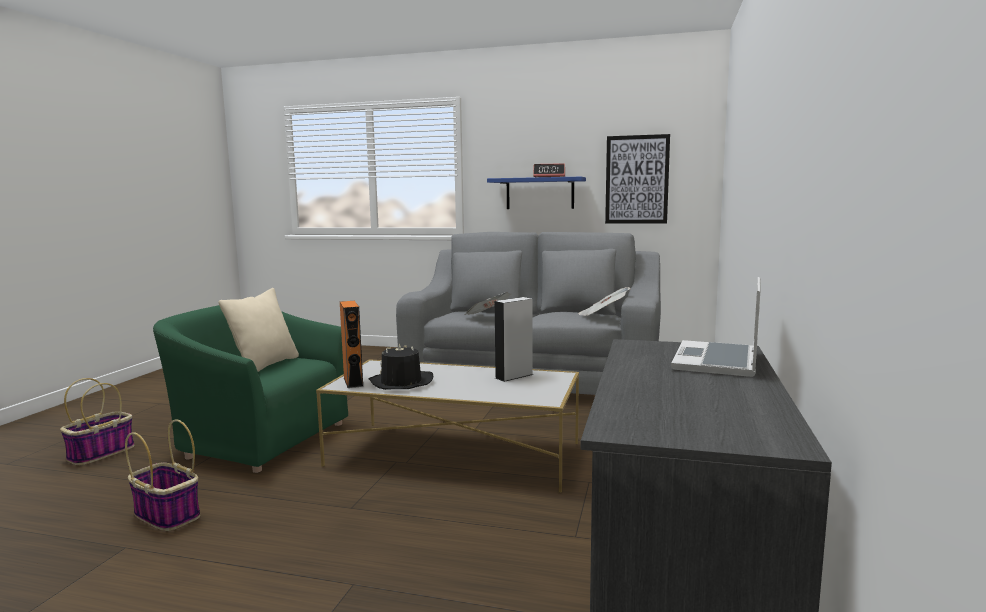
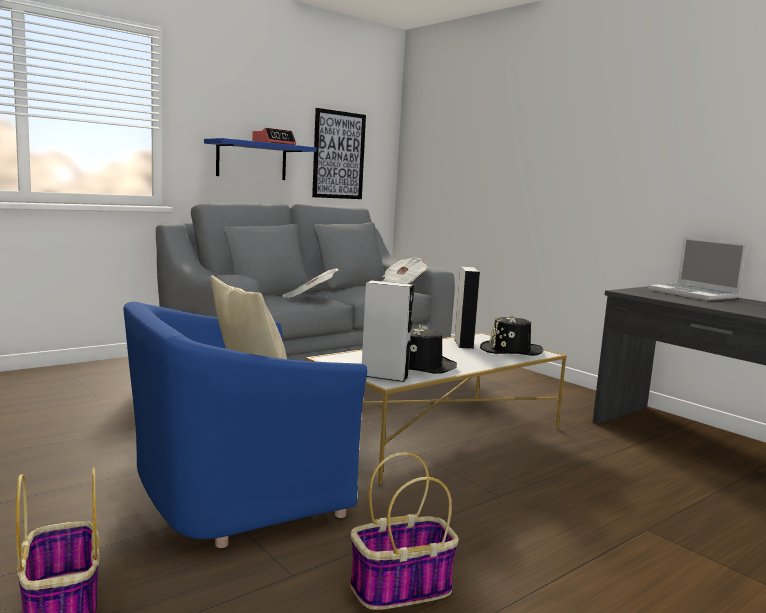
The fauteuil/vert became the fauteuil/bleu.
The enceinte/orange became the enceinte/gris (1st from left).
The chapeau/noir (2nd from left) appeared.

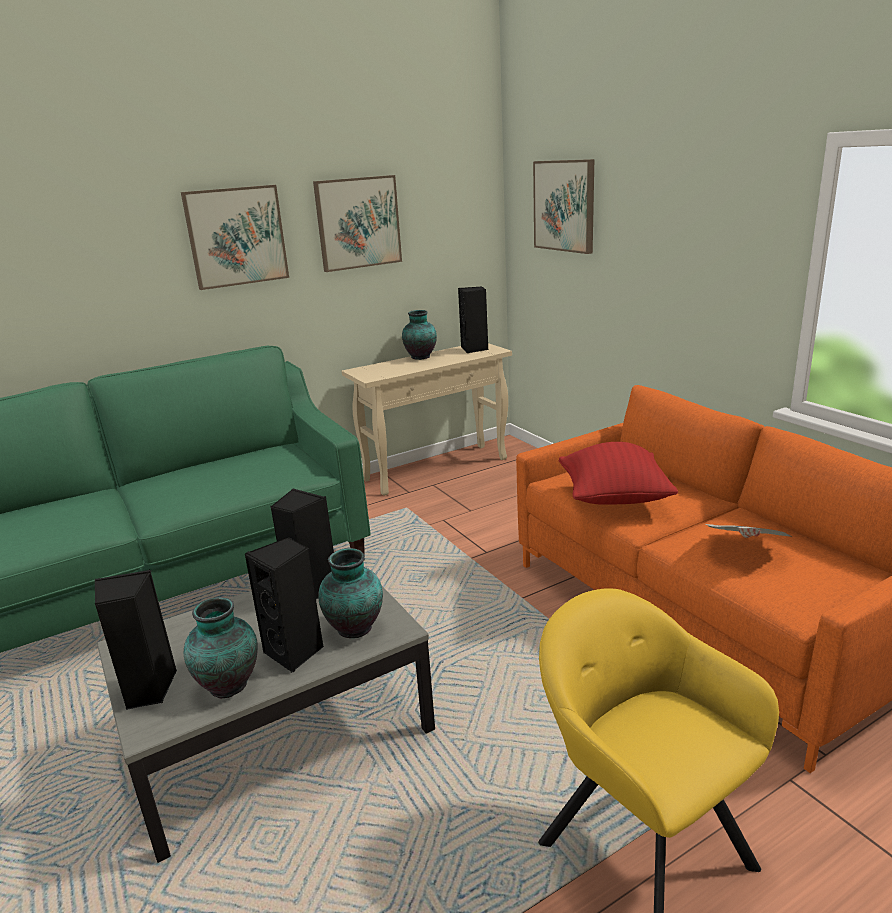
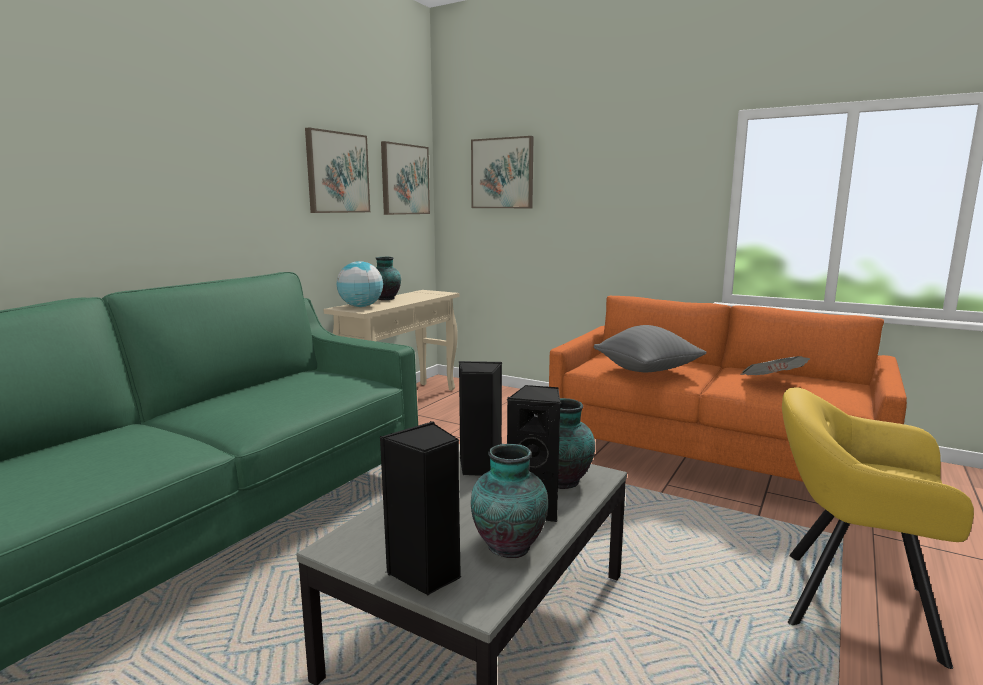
The tableau (1st from left in the first image) moved.
The enceinte/noir (4th from left) disappeared.
The coussin/rouge became the coussin/gris.
The globe appeared.

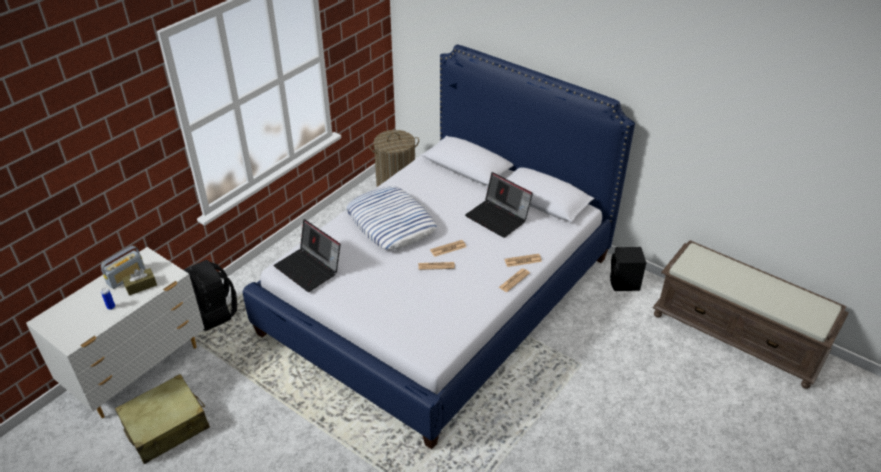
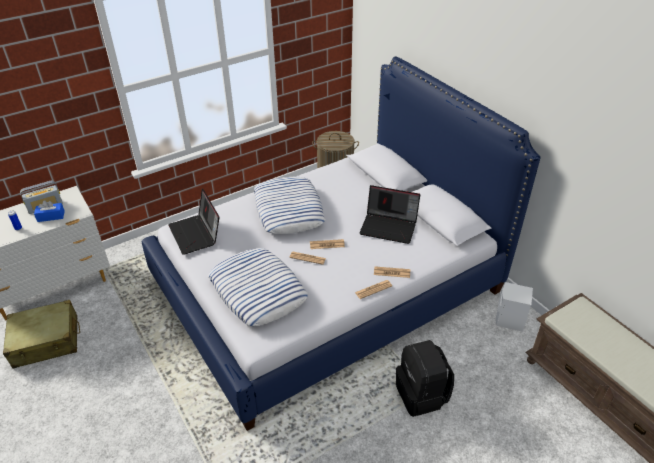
The boîte à mouchoirs/marron became the boîte à mouchoirs/bleu.
The sac à dos/noir moved.
The ordinateur portable (2nd from left) turned 45 degrees counterclockwise.
The enceinte/noir became the enceinte/blanc.
The coussin (1st from left) appeared.

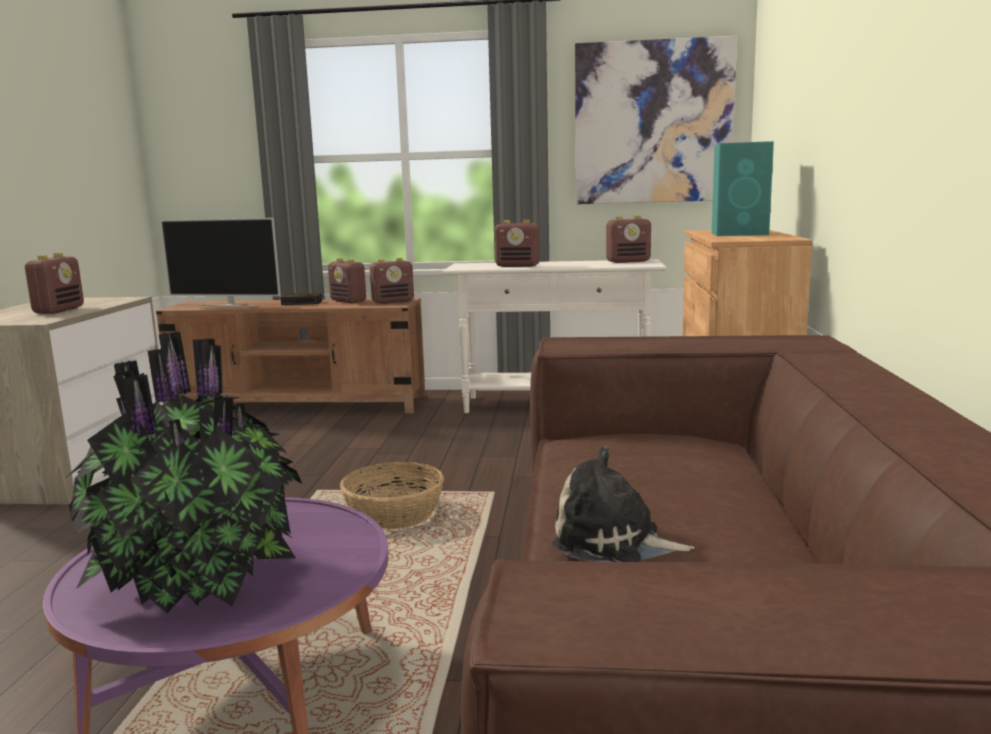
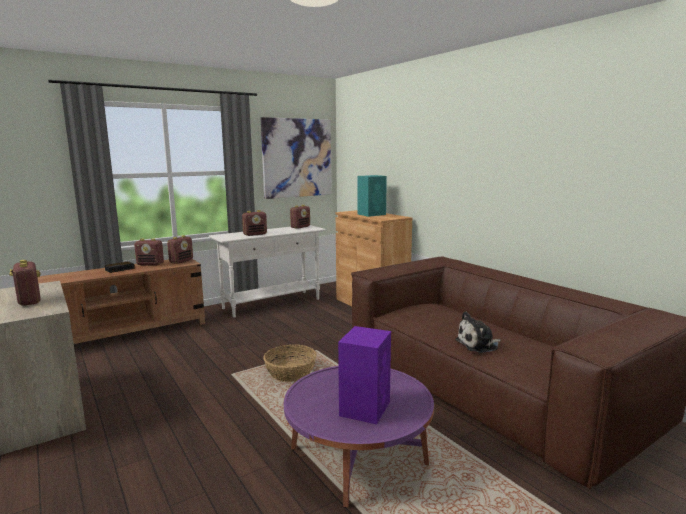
The plante en pot was replaced by the enceinte/violet.
The téléviseur disappeared.

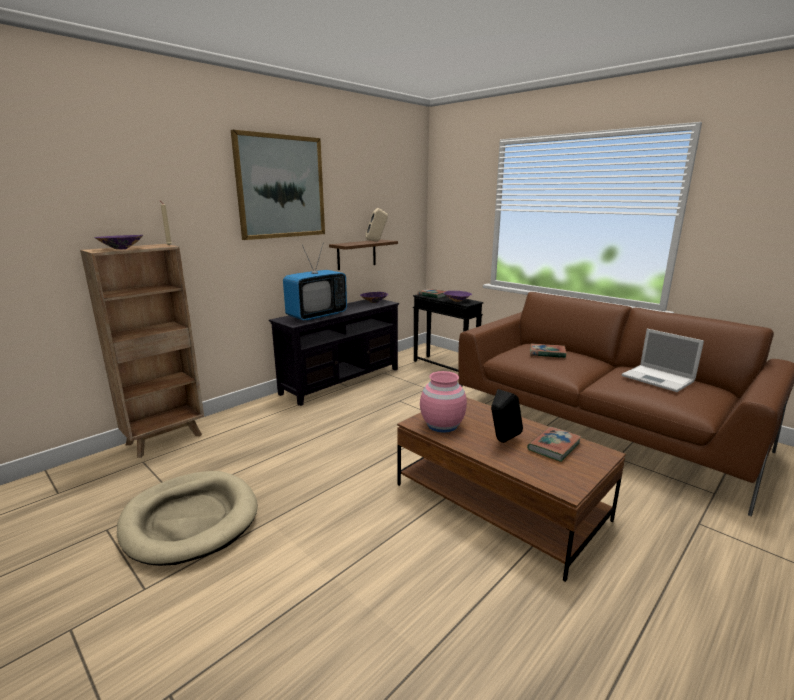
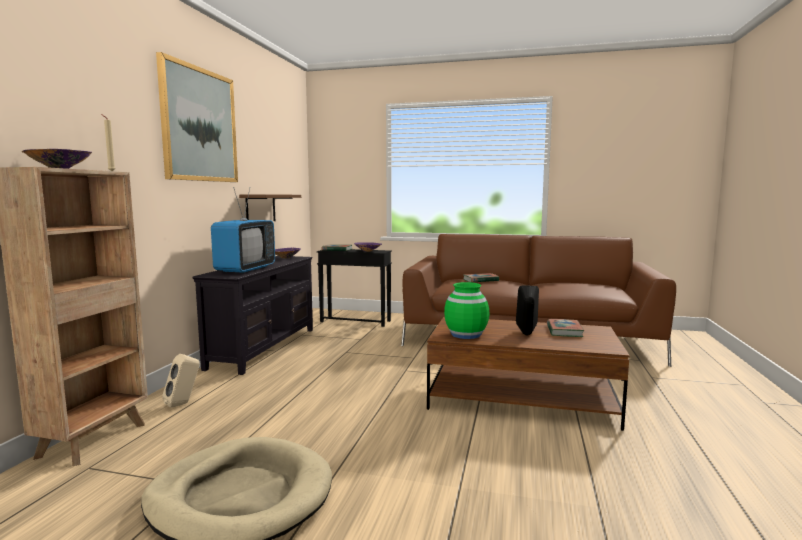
The enceinte/beige moved.
The vase/rose became the vase/vert.
The ordinateur portable disappeared.

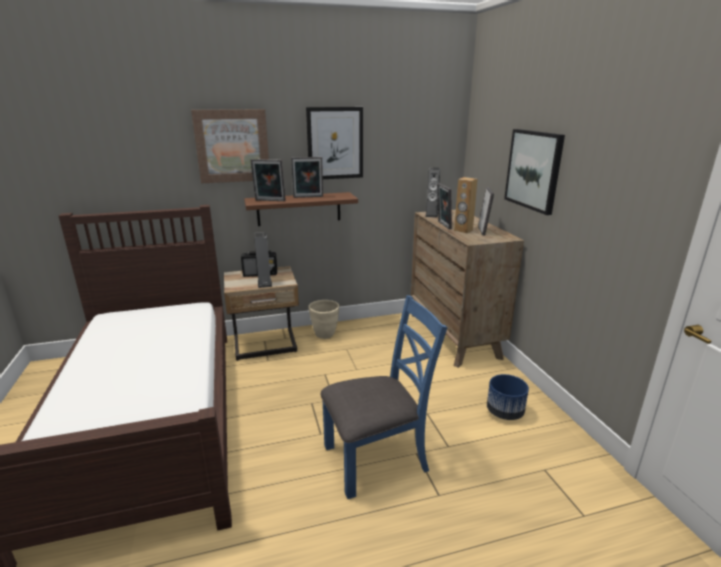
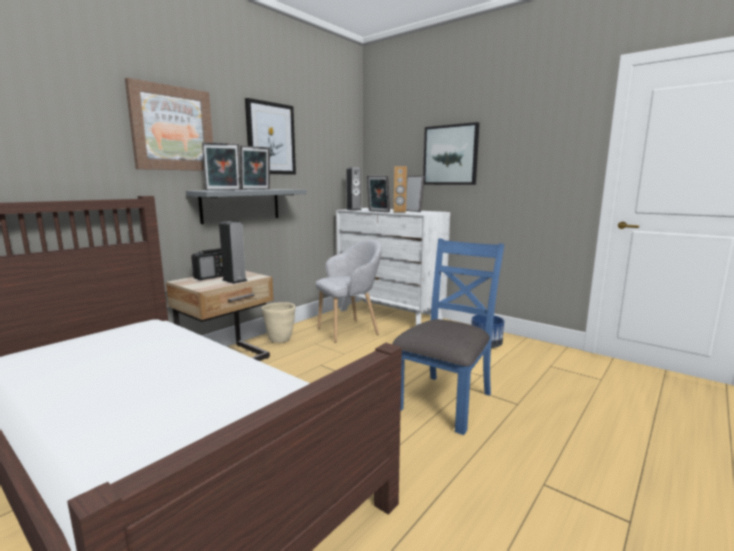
The étagère/marron became the étagère/gris.
The commode/marron became the commode/blanc.
The fauteuil/gris appeared.

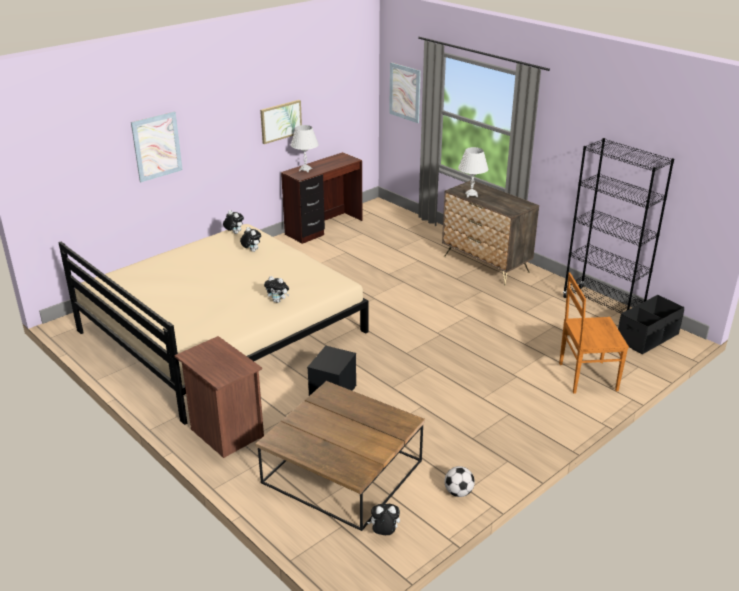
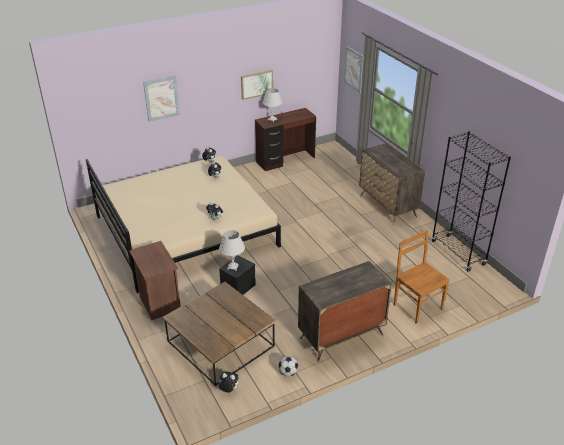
The lampe de table/blanc (2nd from left in the first image) moved.
The chaise/marron turned 45 degrees clockwise.
The boîte de rangement/noir (2nd from left) disappeared.
The commode (1st from left) appeared.

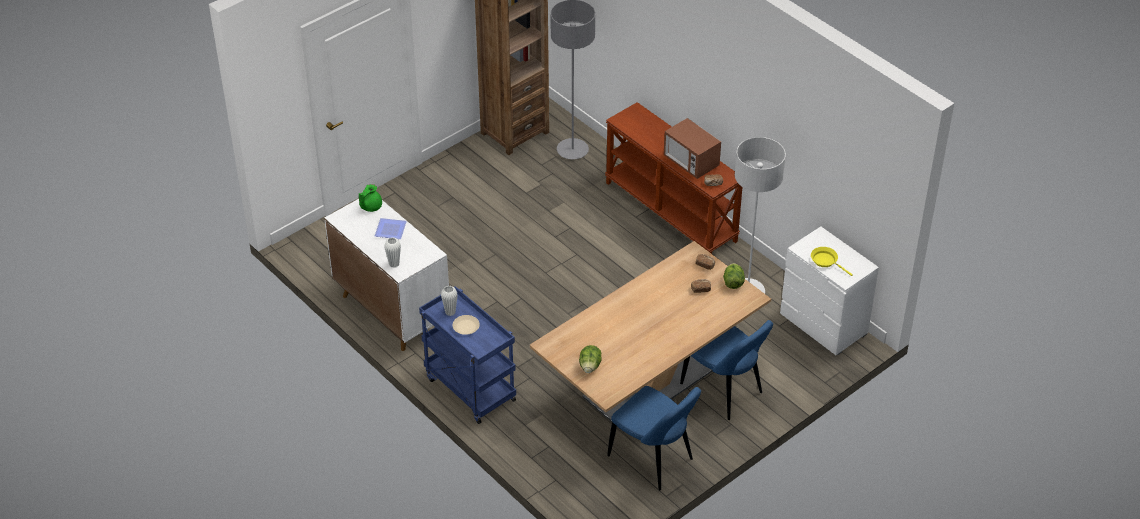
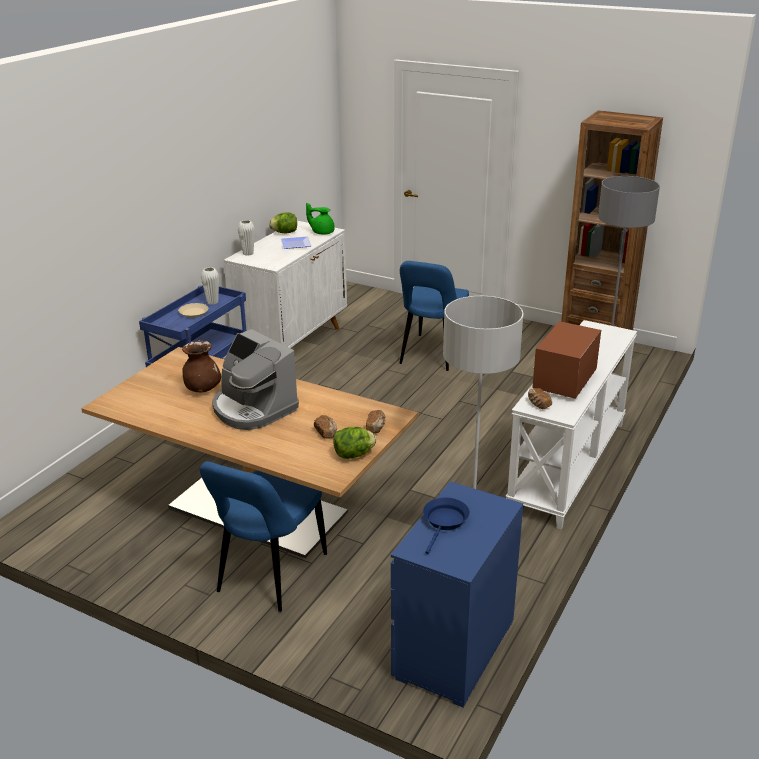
The laitue (1st from left) moved.
The table console/marron became the table console/blanc.
The chaise/bleu (1st from left in the first image) moved.
The commode/blanc became the commode/bleu.
The poêle/jaune became the poêle/bleu.
The vase/marron appeared.
The machine à café appeared.

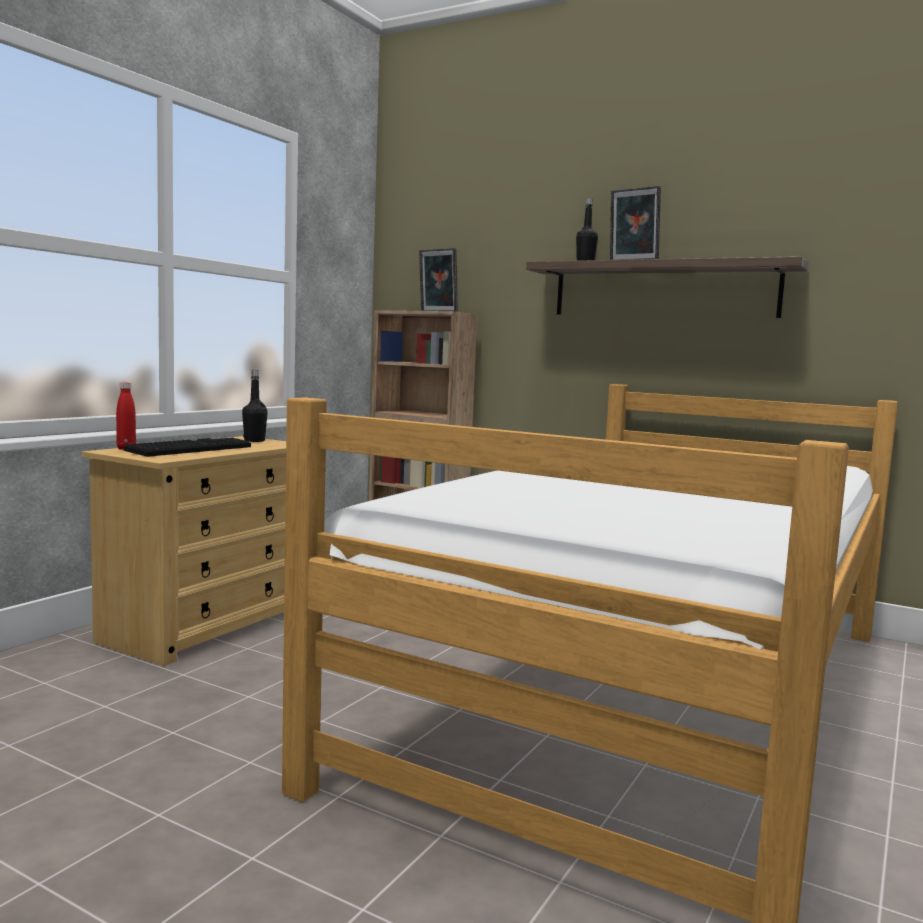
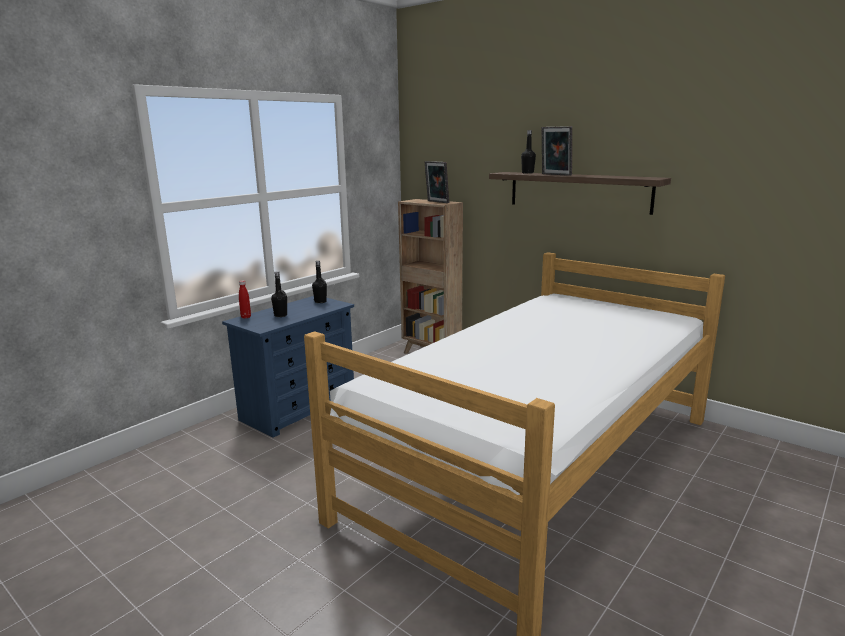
The commode/beige became the commode/bleu.
The clavier was replaced by the bouteille/noir (1st from left).

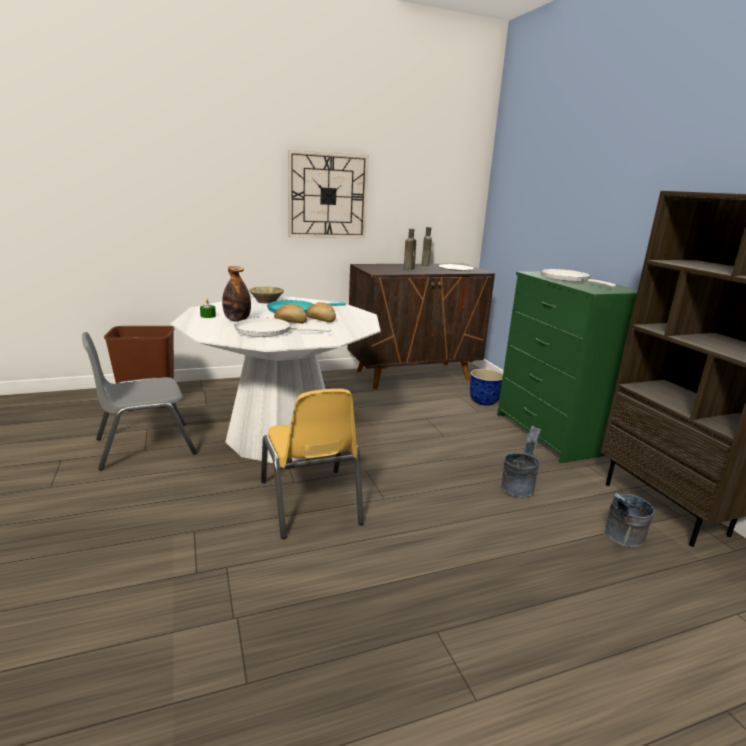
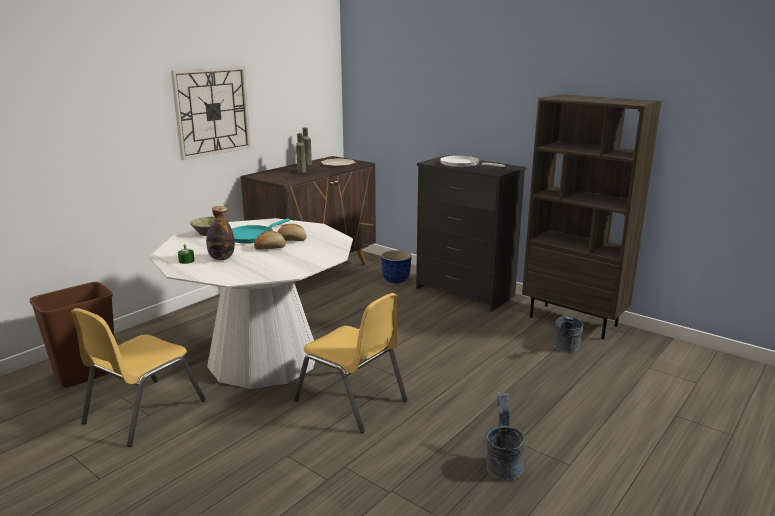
The chaise/gris became the chaise/jaune (1st from left).
The poêle/blanc (1st from left) disappeared.
The commode/vert became the commode/noir.
The seau/gris (1st from left) moved.

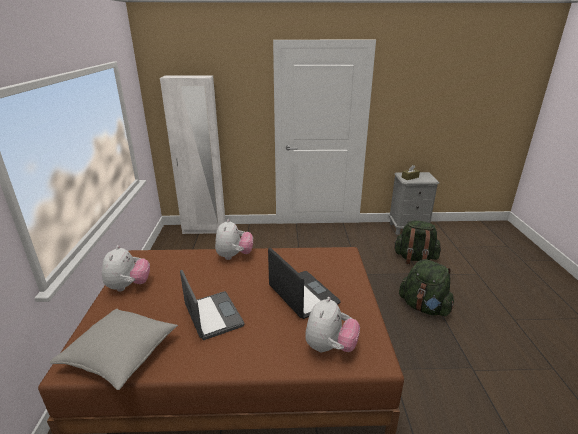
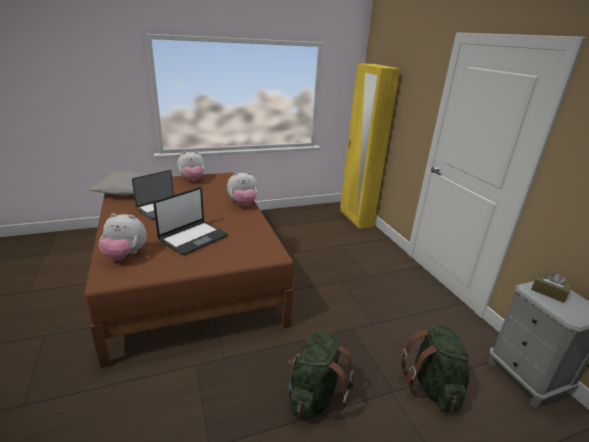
The armoire/blanc became the armoire/jaune.

